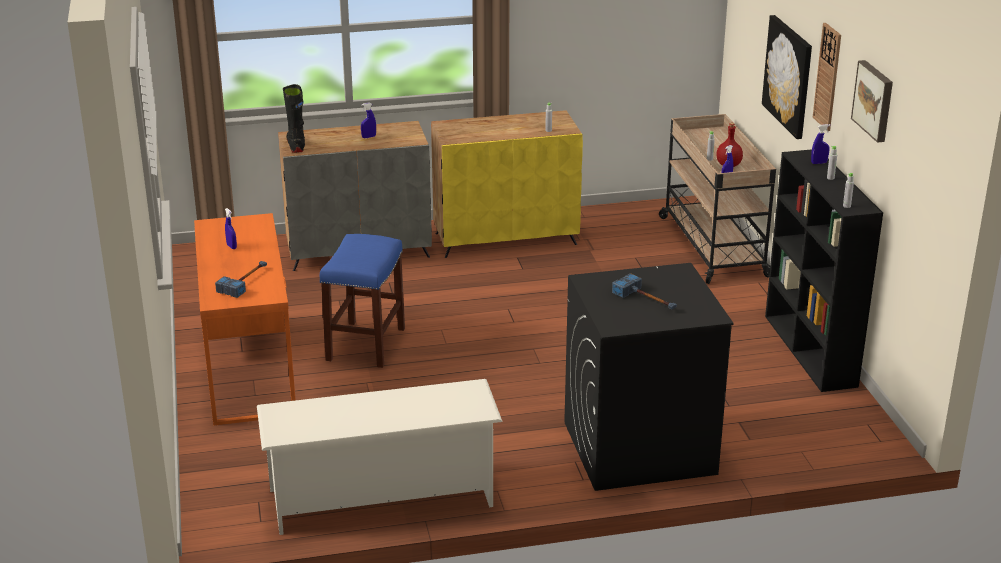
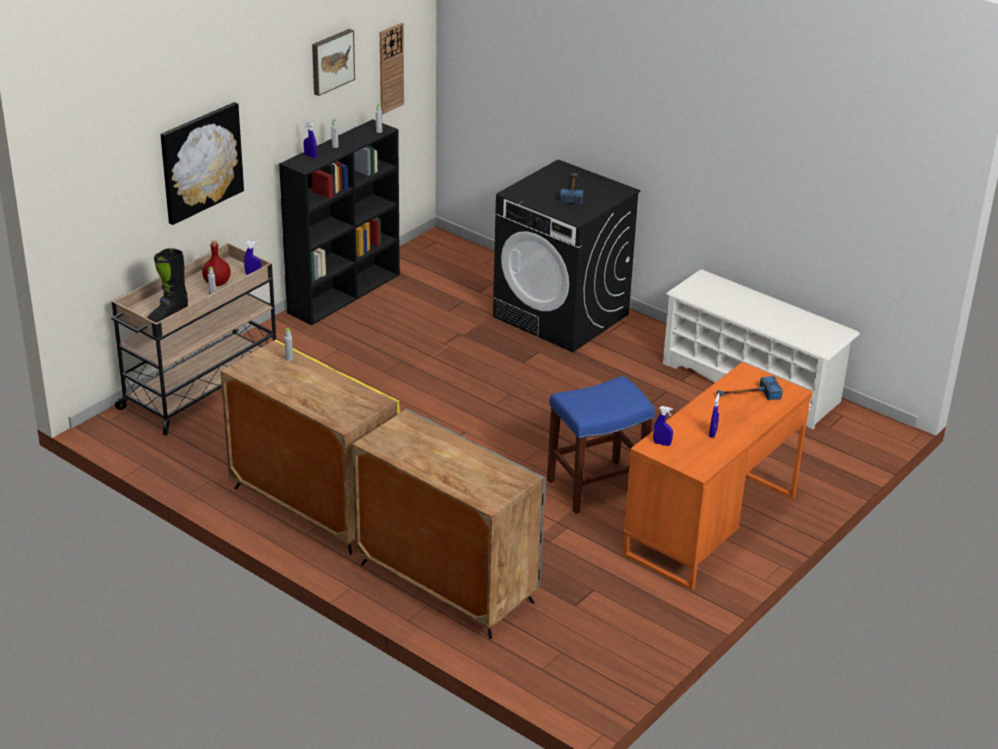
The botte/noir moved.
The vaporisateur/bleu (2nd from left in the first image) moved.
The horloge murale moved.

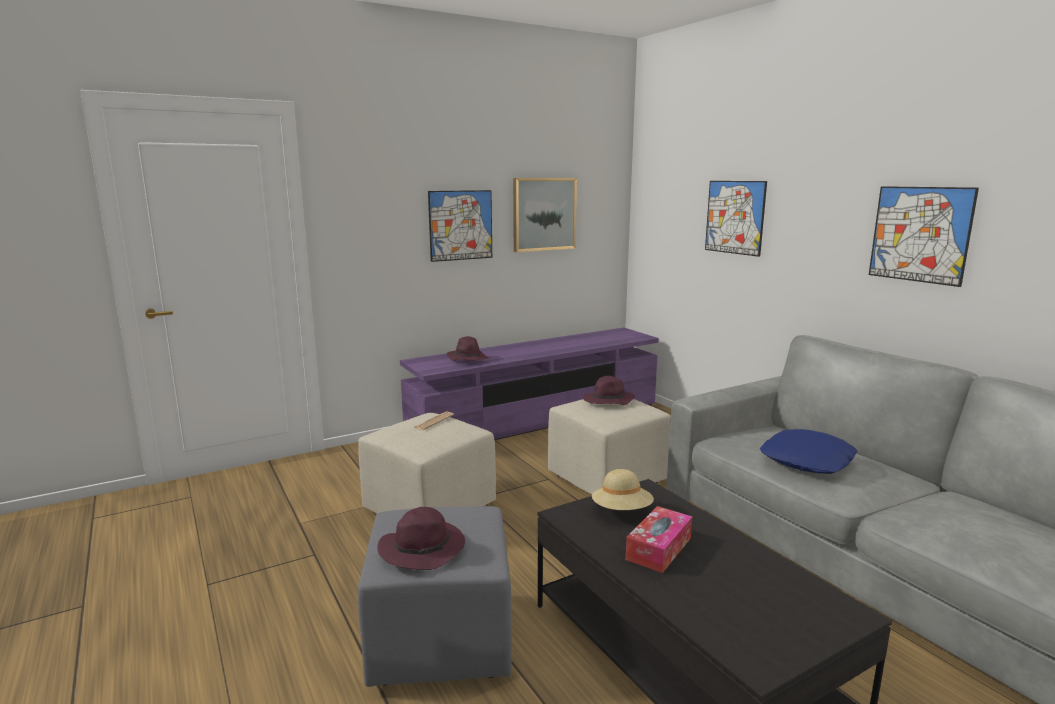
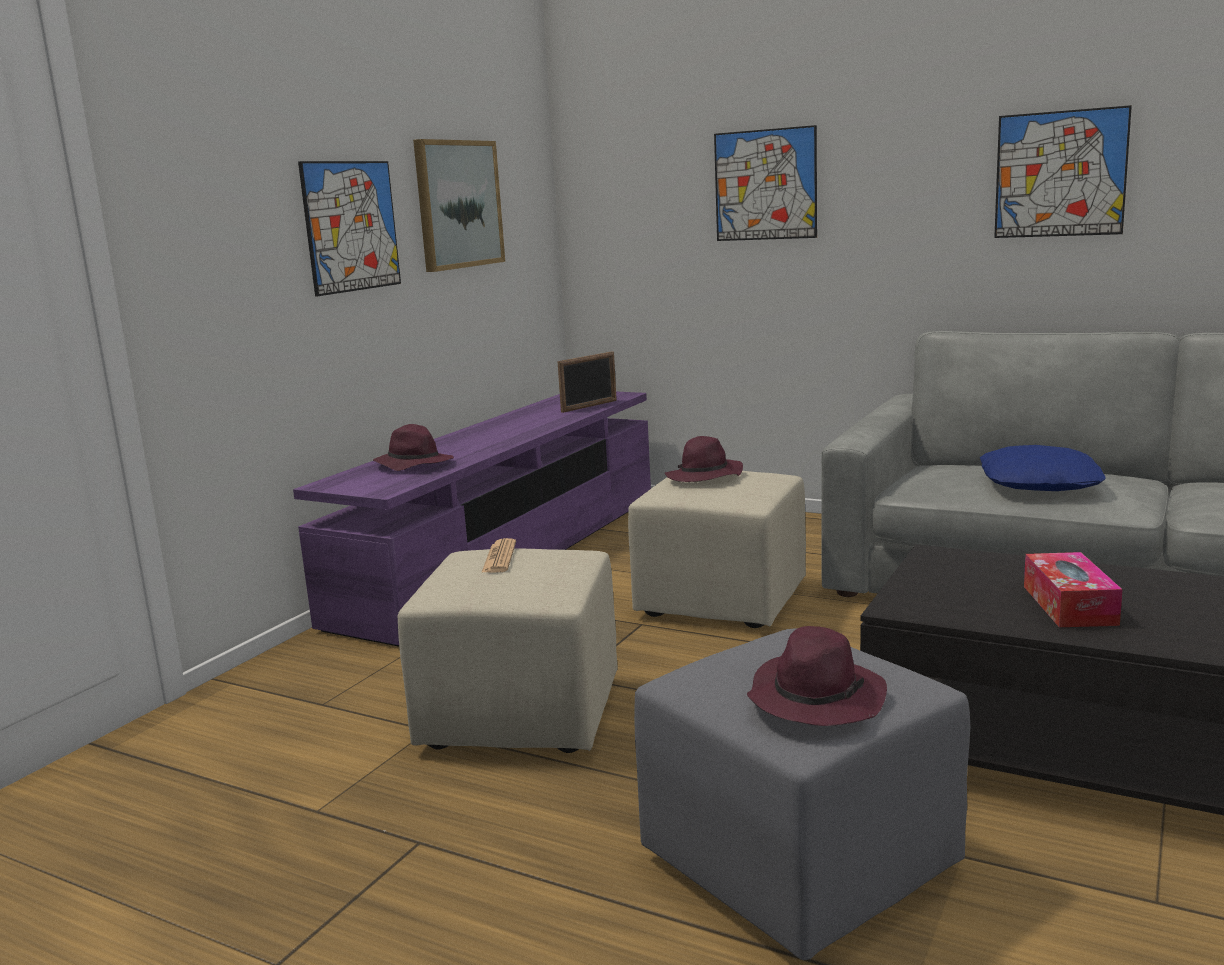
The chapeau/beige disappeared.
The cadre photo appeared.

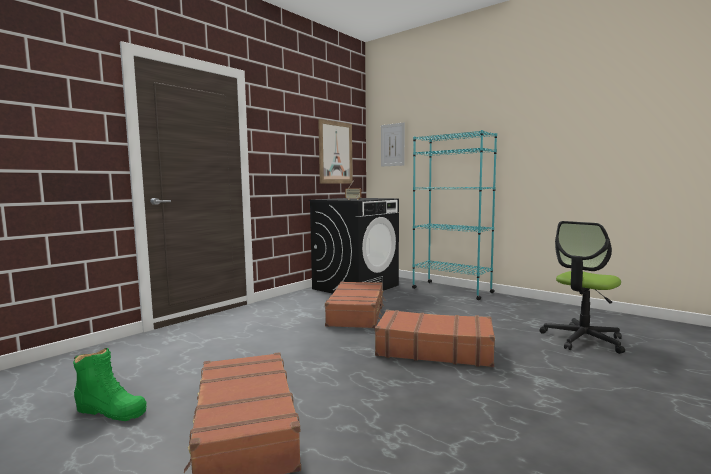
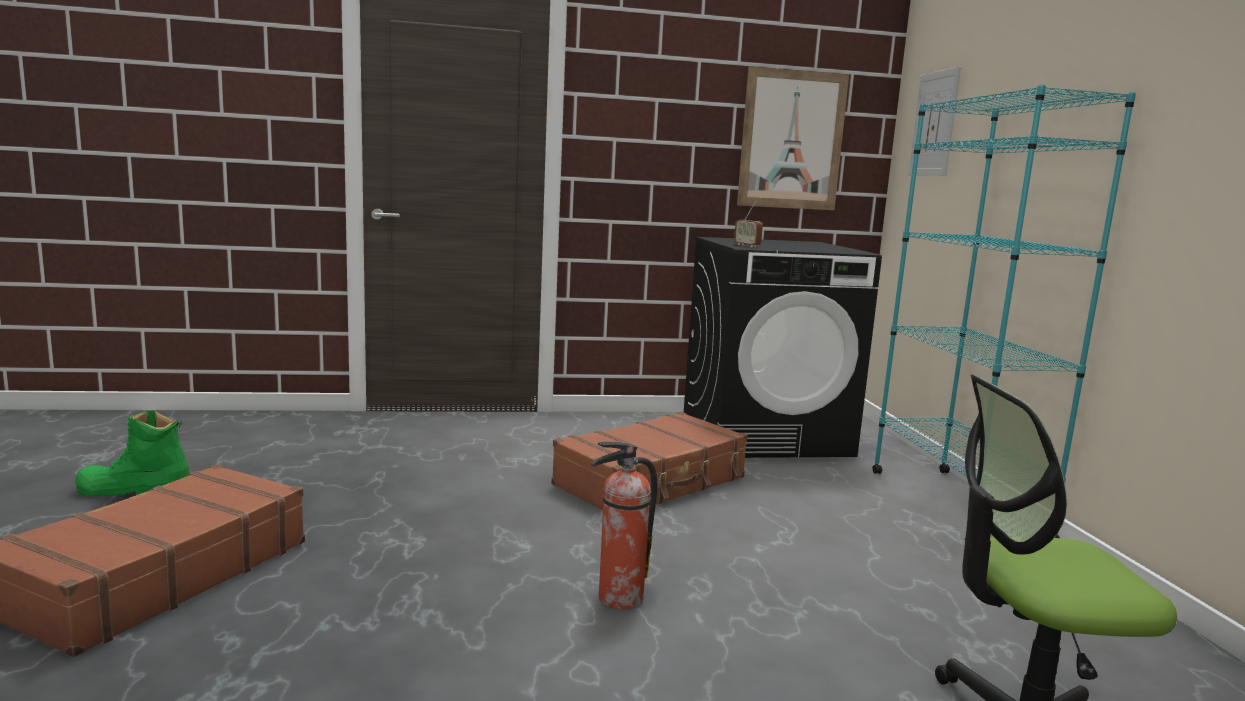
The botte/vert turned 120 degrees clockwise.
The valise/marron (3rd from left) was replaced by the extincteur.

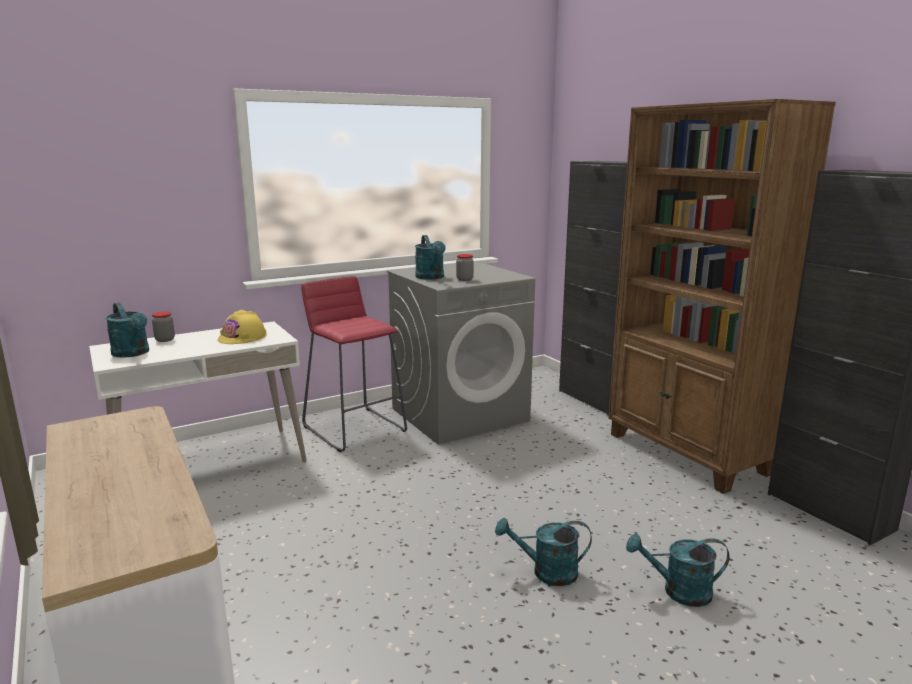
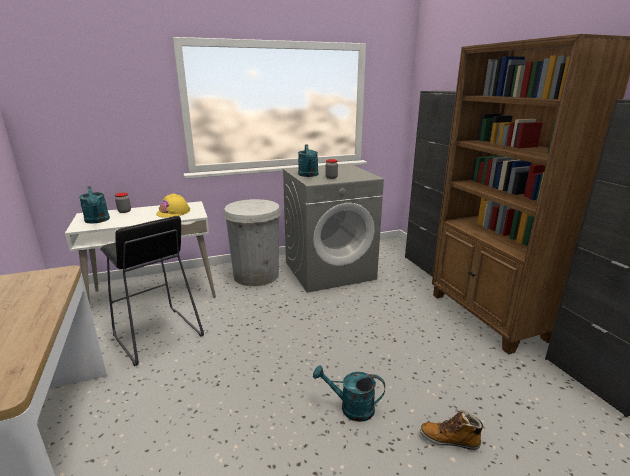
The tabouret/rouge was replaced by the poubelle/blanc.
The arrosoir/turquoise (4th from left) was replaced by the botte.
The tabouret/noir appeared.

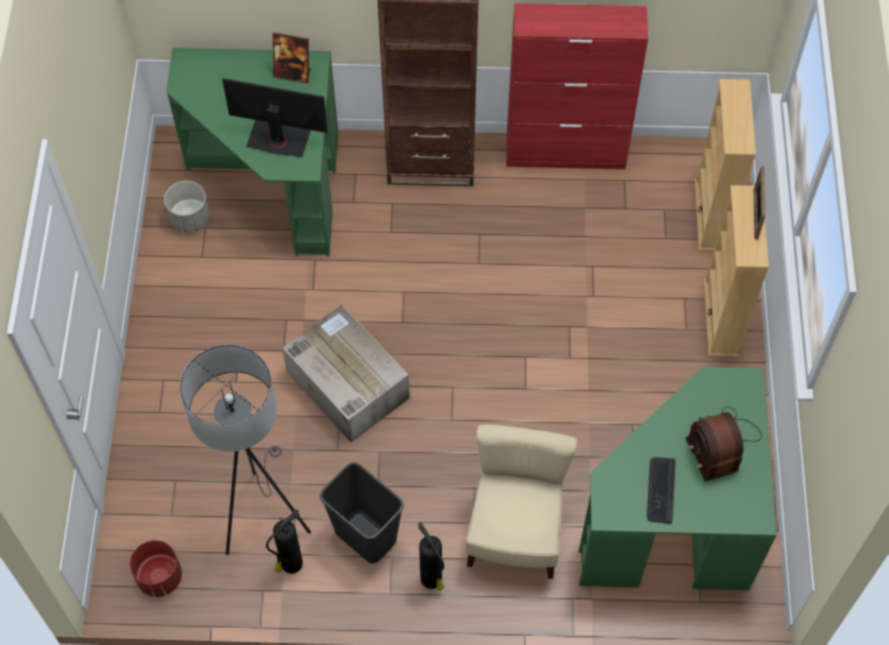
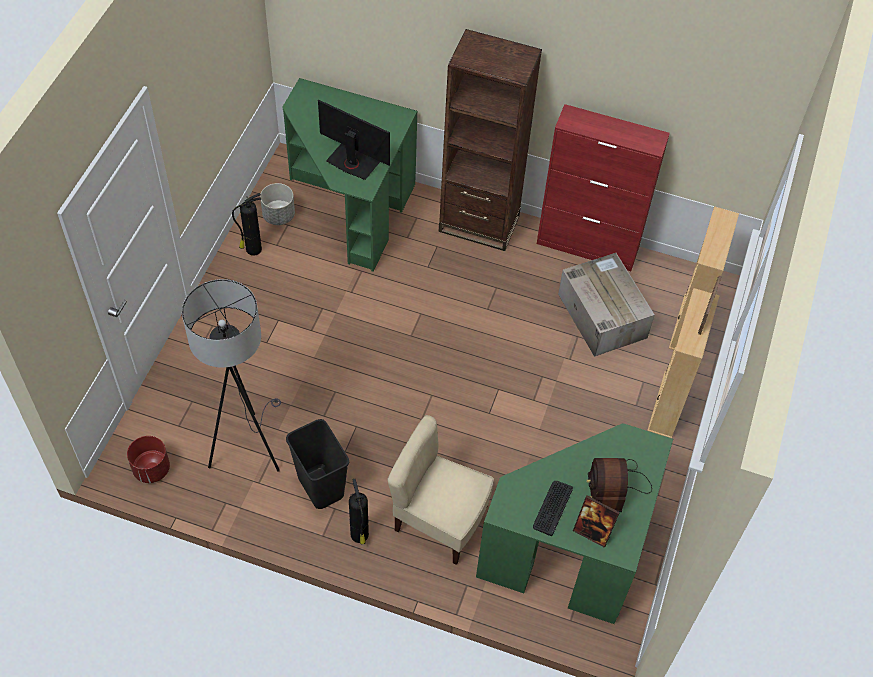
The extincteur (1st from left) moved.
The cadre photo (1st from left) moved.
The carton moved.
The chaise/beige turned 90 degrees counterclockwise.

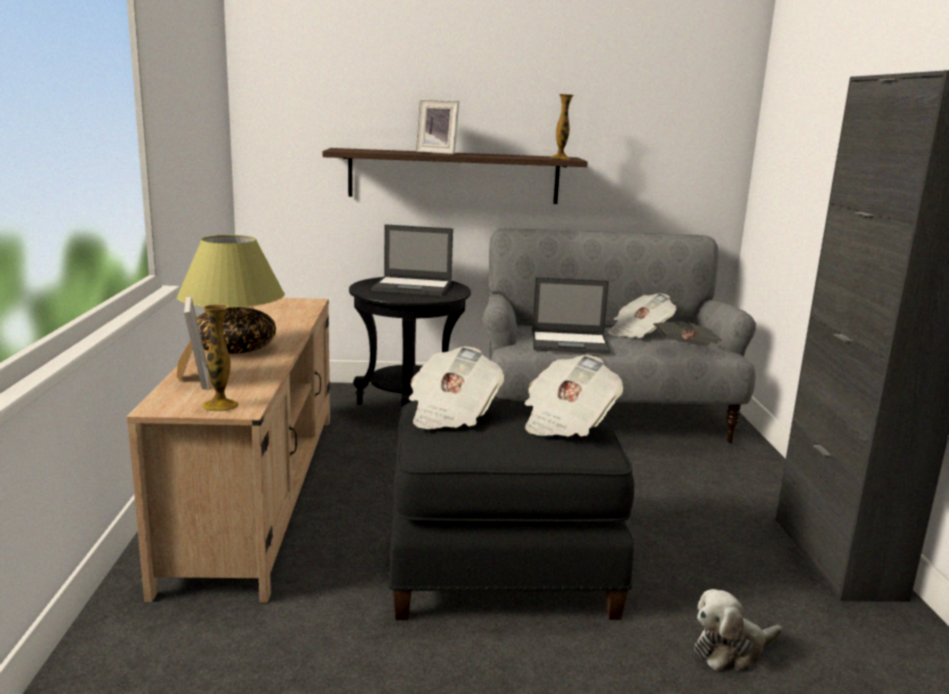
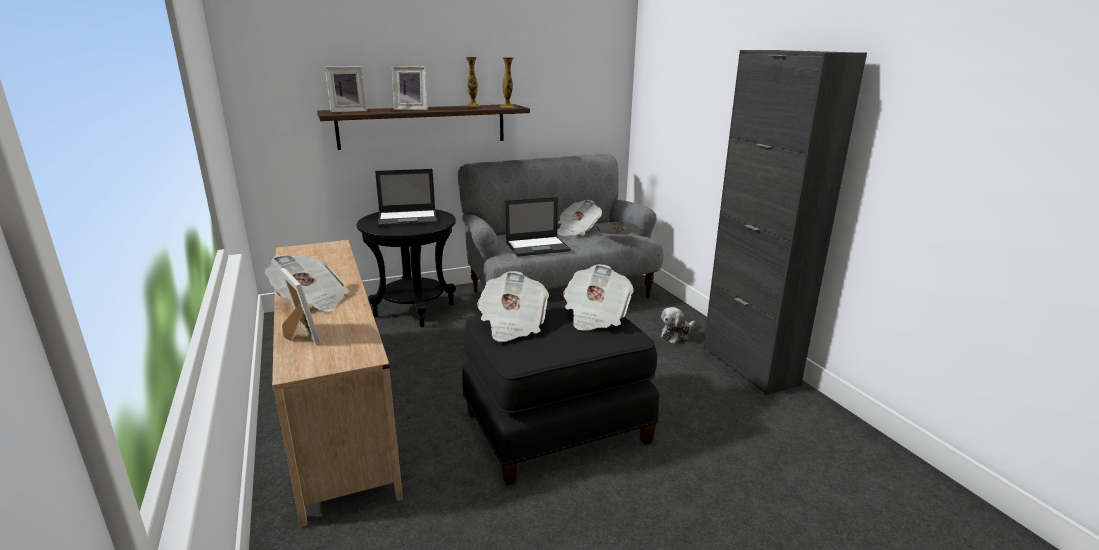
The lampe de table was replaced by the journal (1st from left).
The vase (1st from left) moved.
The peluche moved.
The cadre photo (2nd from left) appeared.

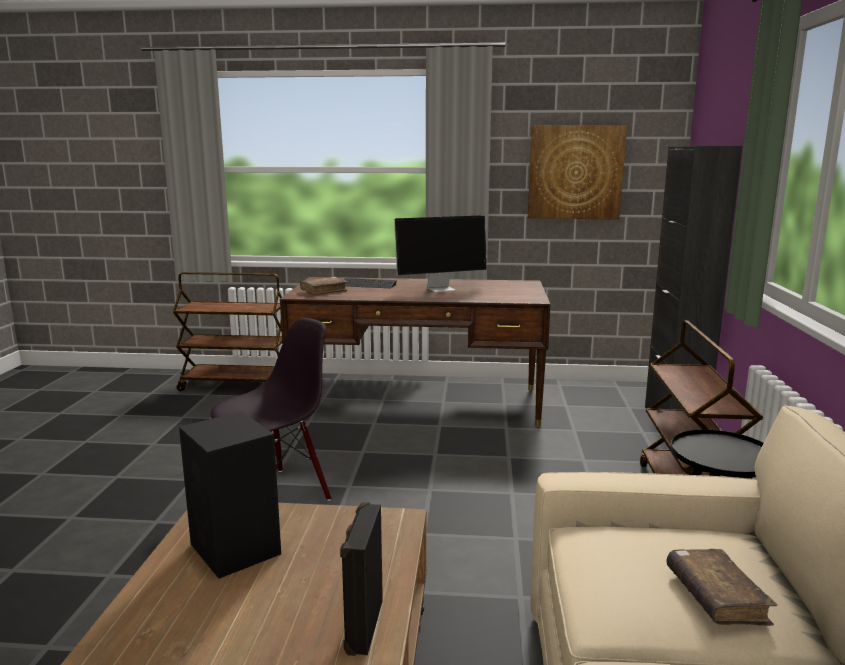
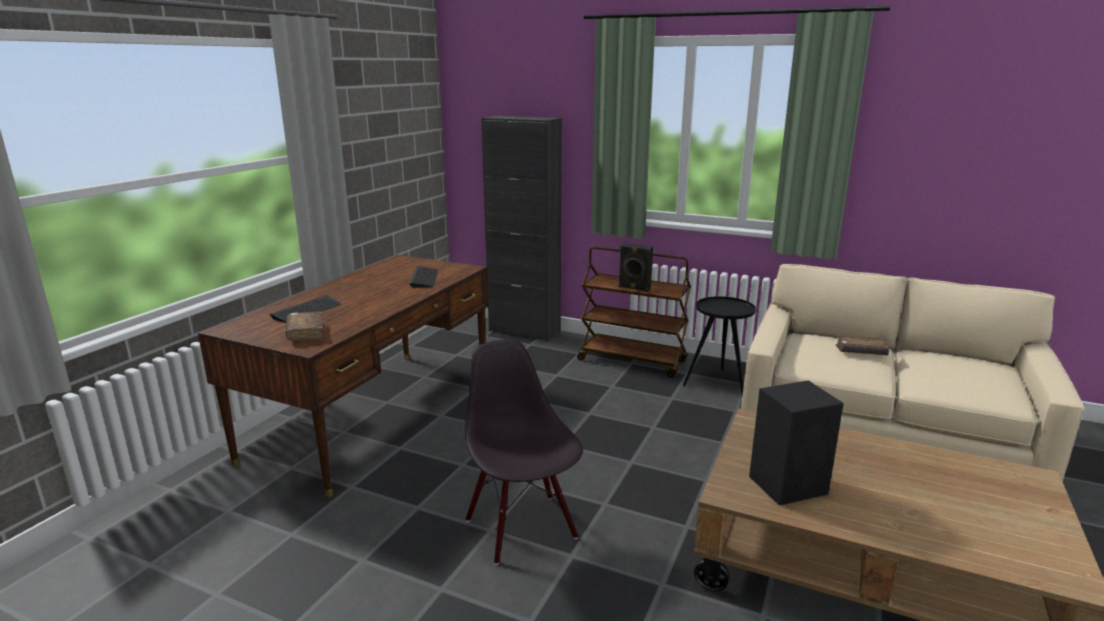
The chariot/marron (1st from left) disappeared.
The enceinte/noir (2nd from left in the first image) moved.
The écran d'ordinateur disappeared.
The tableau disappeared.
The clavier (2nd from left) appeared.

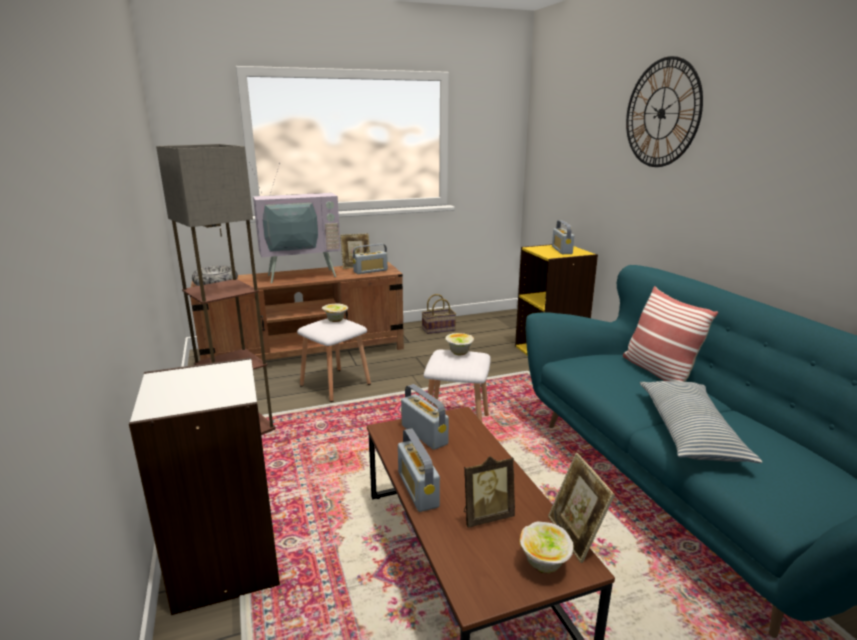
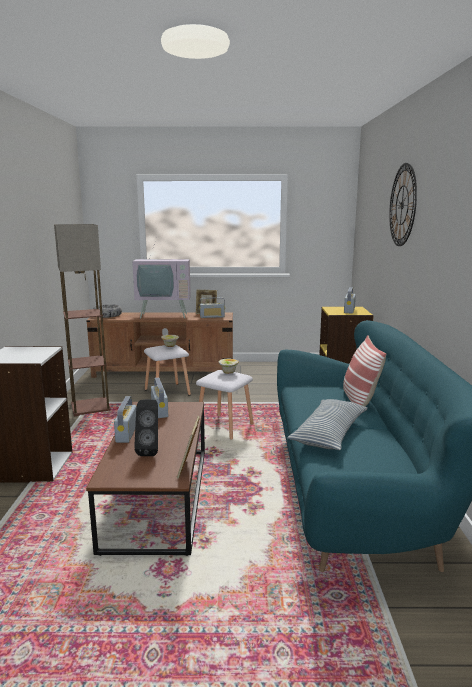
The panier disappeared.
The cadre photo (2nd from left) was replaced by the enceinte/noir.
The bol (4th from left) disappeared.

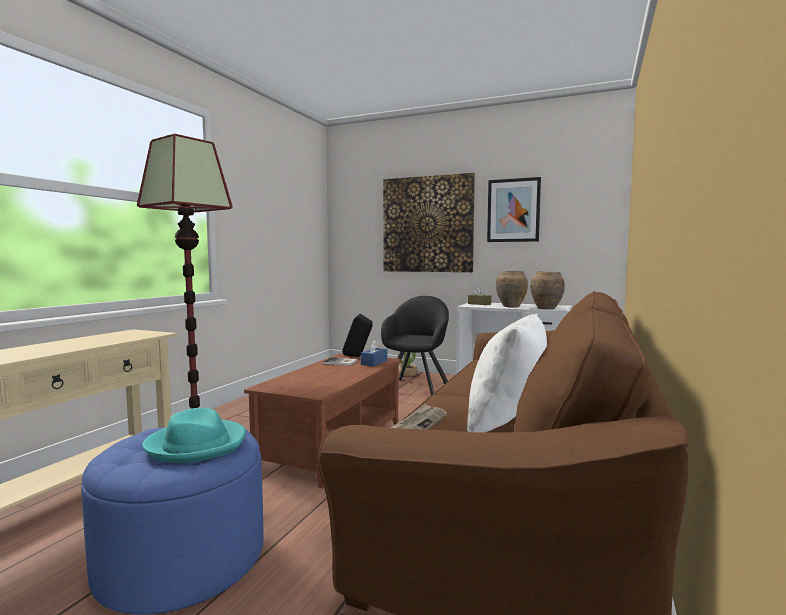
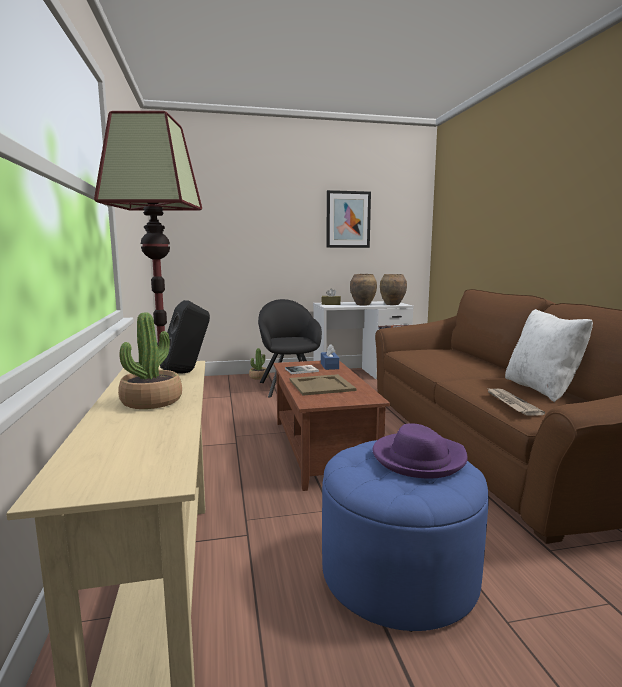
The chapeau/turquoise became the chapeau/violet.
The enceinte/noir moved.
The tableau (1st from left) disappeared.
The plante en pot (1st from left) appeared.
The plateau/beige appeared.

